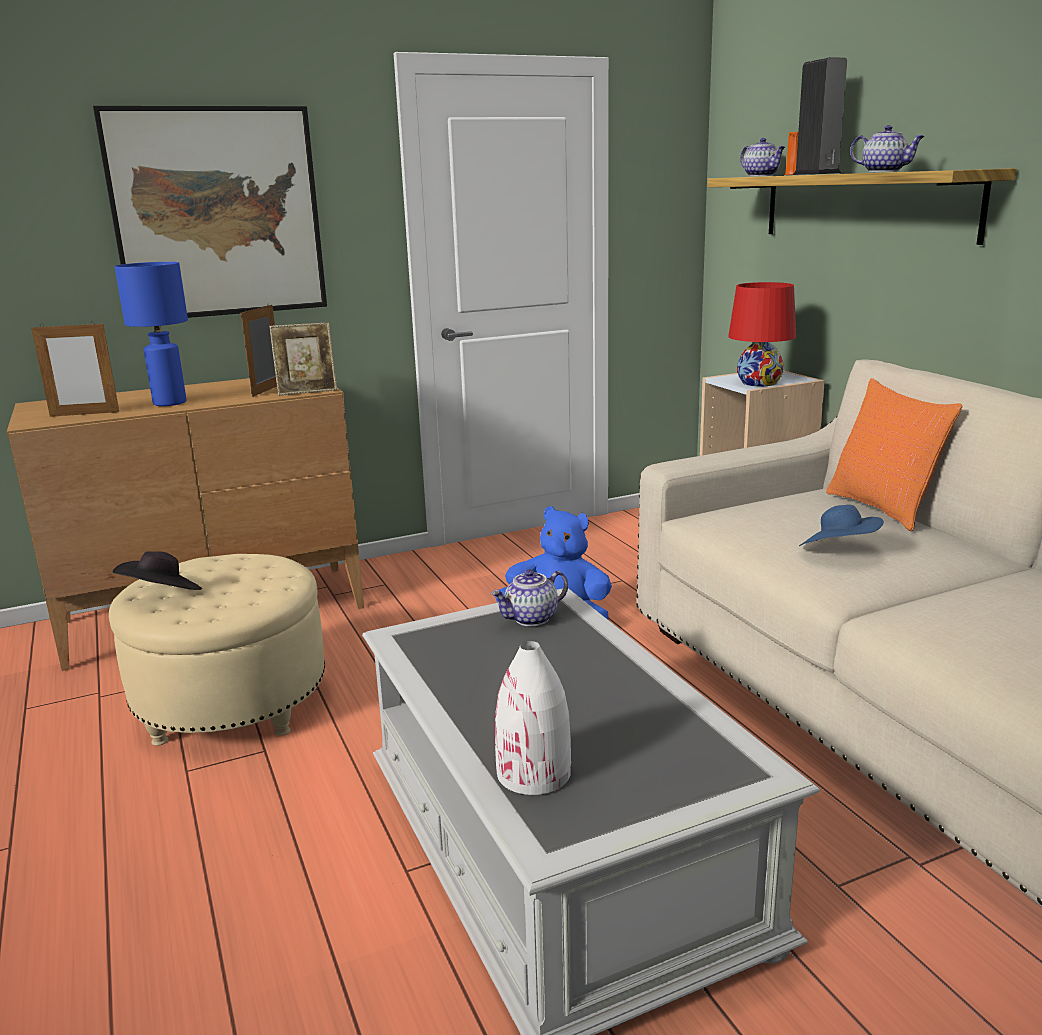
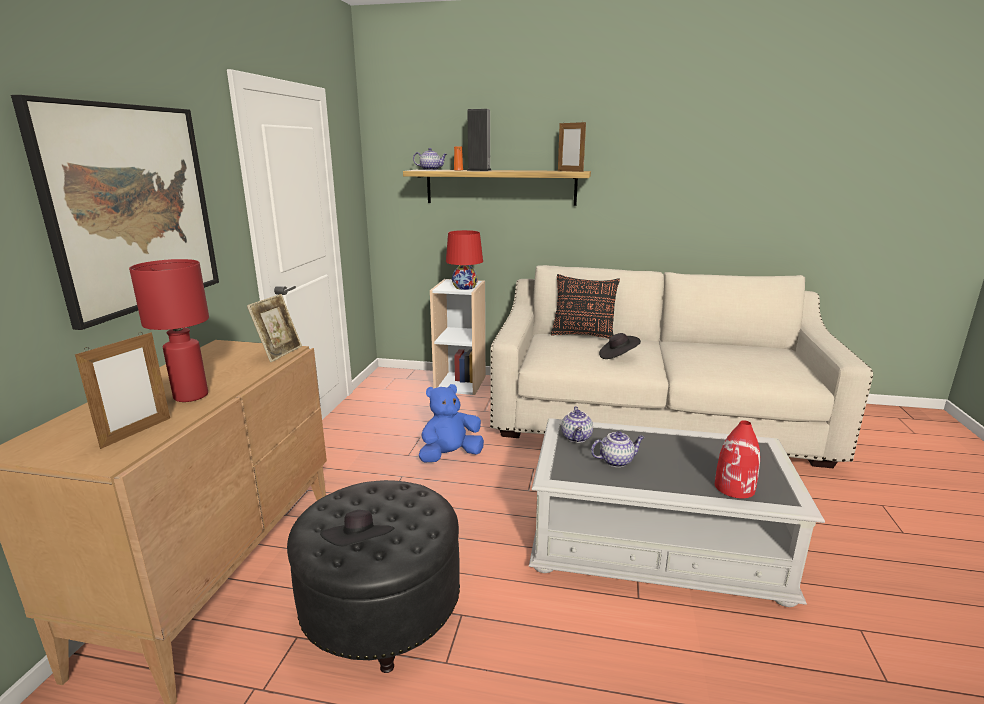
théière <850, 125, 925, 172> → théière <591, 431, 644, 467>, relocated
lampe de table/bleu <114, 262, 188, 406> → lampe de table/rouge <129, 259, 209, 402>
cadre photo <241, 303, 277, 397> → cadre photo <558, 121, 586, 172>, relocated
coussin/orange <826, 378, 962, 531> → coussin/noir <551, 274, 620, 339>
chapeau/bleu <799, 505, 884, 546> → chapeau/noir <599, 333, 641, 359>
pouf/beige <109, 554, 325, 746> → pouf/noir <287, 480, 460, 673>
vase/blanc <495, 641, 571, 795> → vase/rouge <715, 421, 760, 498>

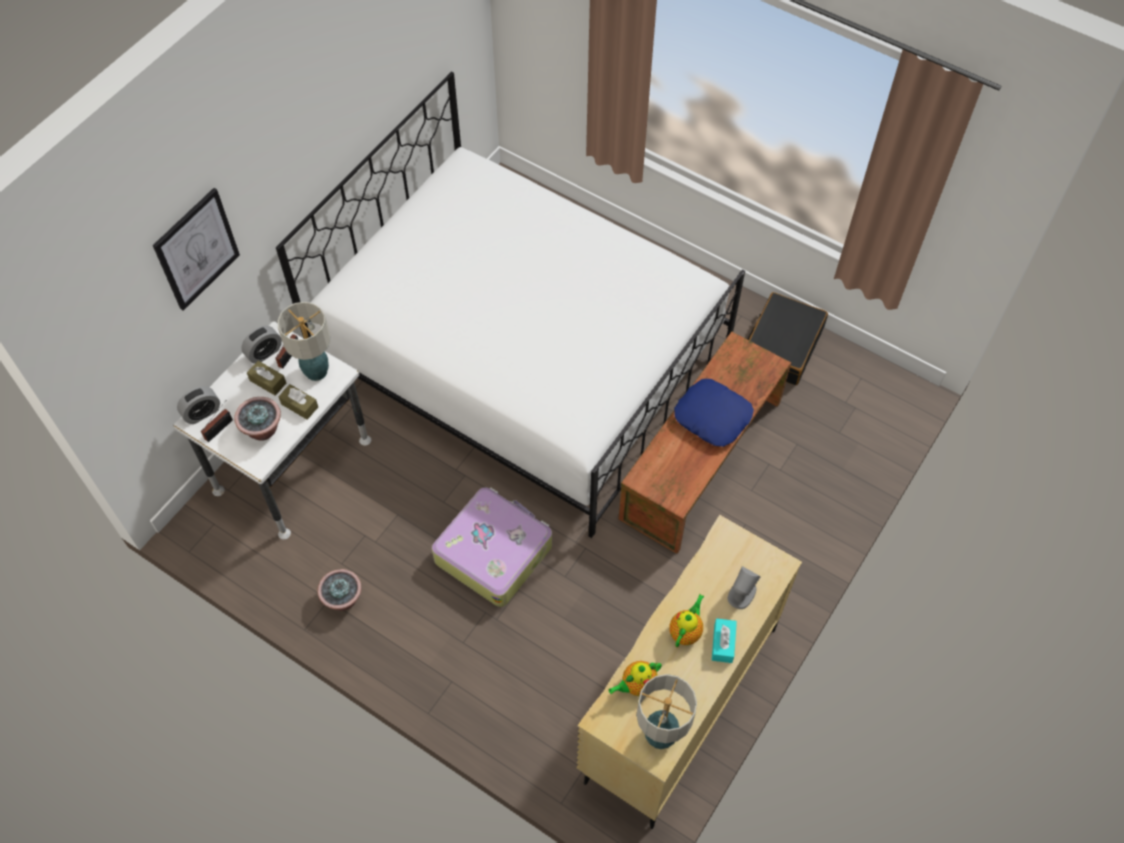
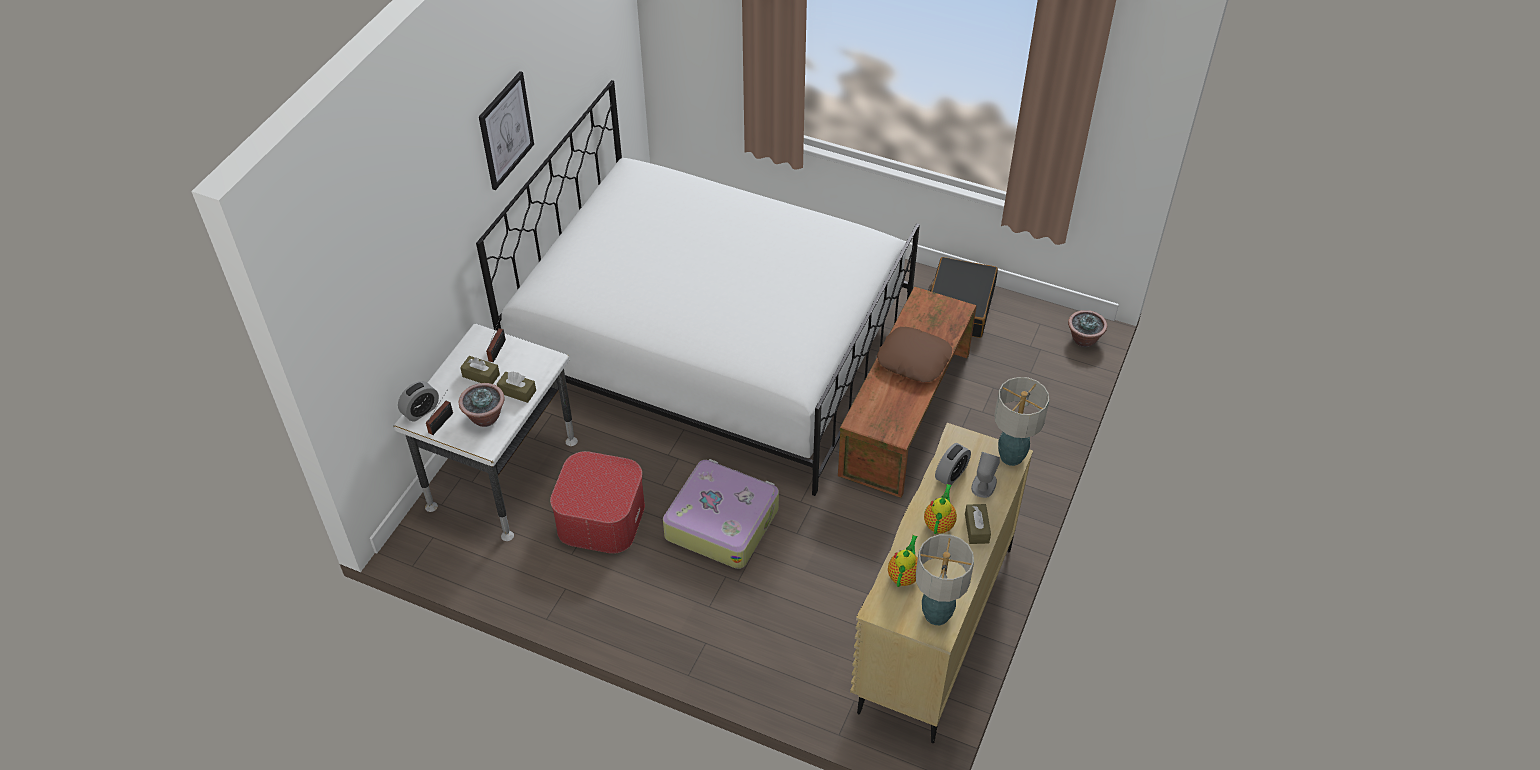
tableau <153, 188, 240, 311> → tableau <479, 71, 534, 190>, relocated
lampe de table <277, 302, 330, 381> → lampe de table <995, 377, 1049, 466>, relocated
réveil <241, 325, 282, 364> → réveil <935, 443, 971, 485>, relocated
coussin/bleu <674, 379, 754, 447> → coussin/marron <877, 327, 952, 382>
plante en pot <317, 569, 362, 611> → plante en pot <1068, 310, 1107, 347>, relocated
boîte à mouchoirs/turquoise <712, 618, 737, 663> → boîte à mouchoirs/marron <965, 504, 991, 544>
théière <609, 661, 662, 696> → théière <888, 535, 918, 587>, 150 degrees clockwise
- → pouf <550, 451, 645, 554>

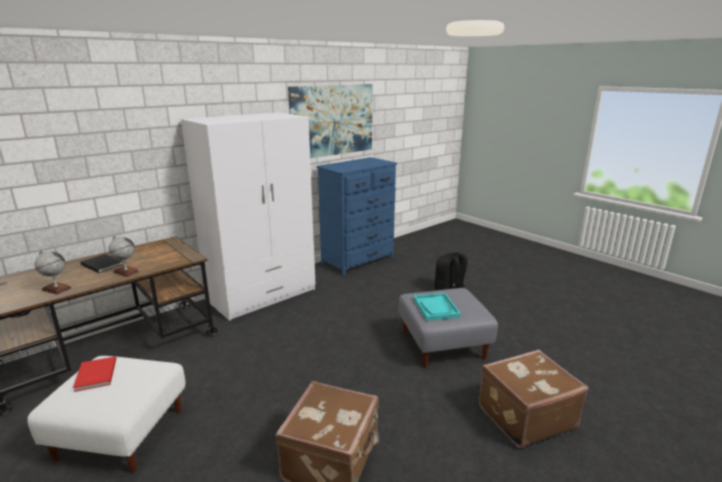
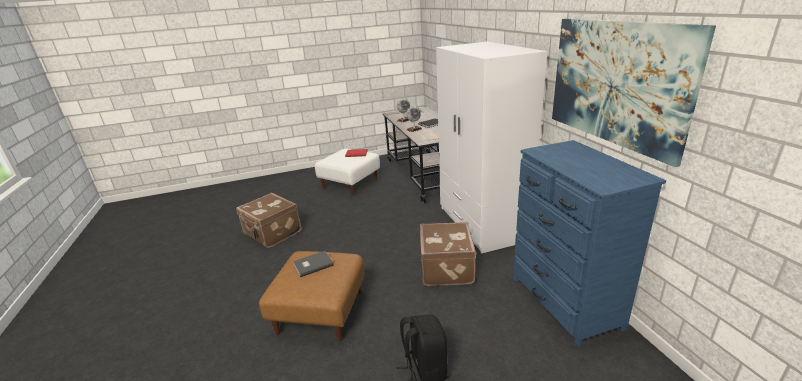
pouf/gris <399, 288, 498, 368> → pouf/marron <259, 251, 364, 341>
plateau/turquoise <413, 293, 461, 321> → livre/gris <293, 251, 334, 277>
valise/marron <479, 349, 588, 449> → valise/marron <420, 222, 477, 286>, relocated

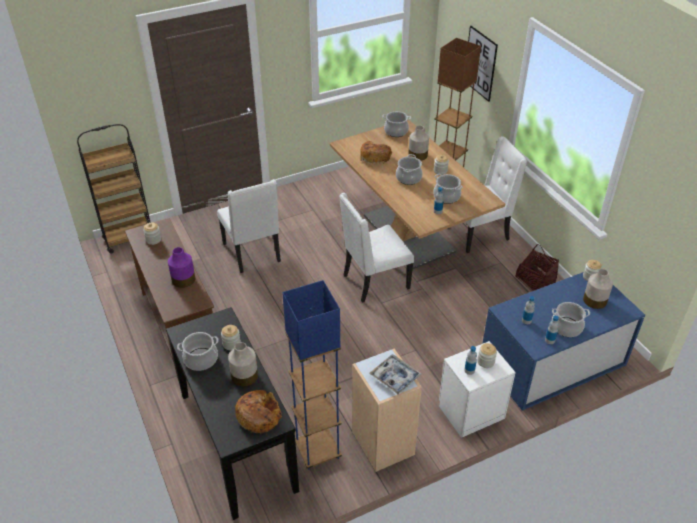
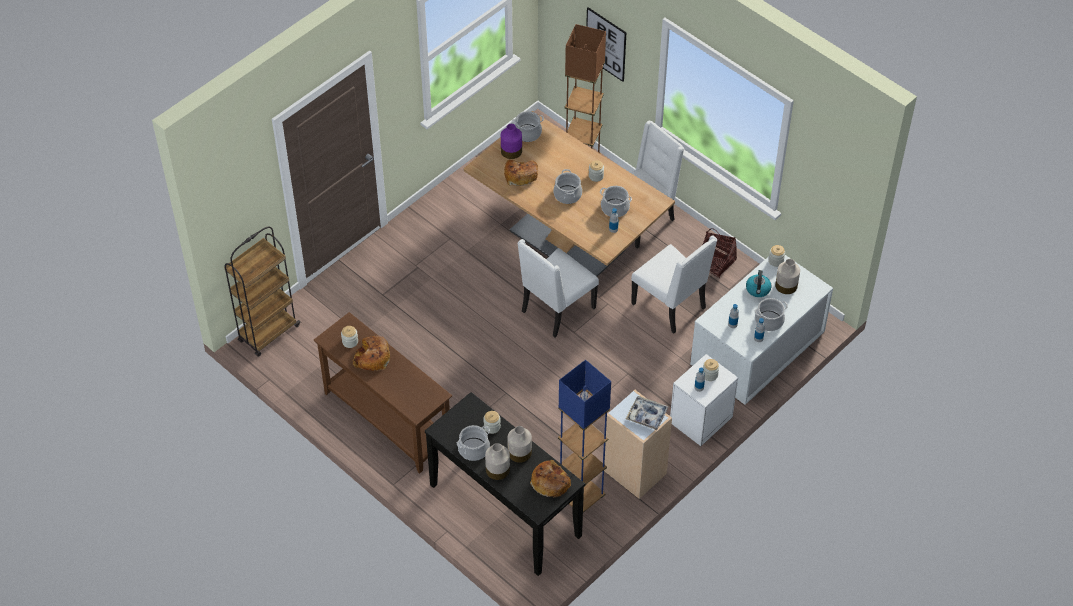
vase/beige <408, 125, 429, 161> → vase/beige <485, 443, 510, 480>, relocated
chaise/blanc <217, 179, 281, 273> → chaise/blanc <631, 236, 717, 334>, relocated
vase/violet <168, 247, 195, 288> → vase/violet <501, 124, 522, 159>, relocated
meuble de rangement/bleu <482, 272, 645, 411> → meuble de rangement/blanc <690, 255, 833, 405>
- → bouilloire <746, 270, 771, 297>
- → pain <353, 336, 390, 371>

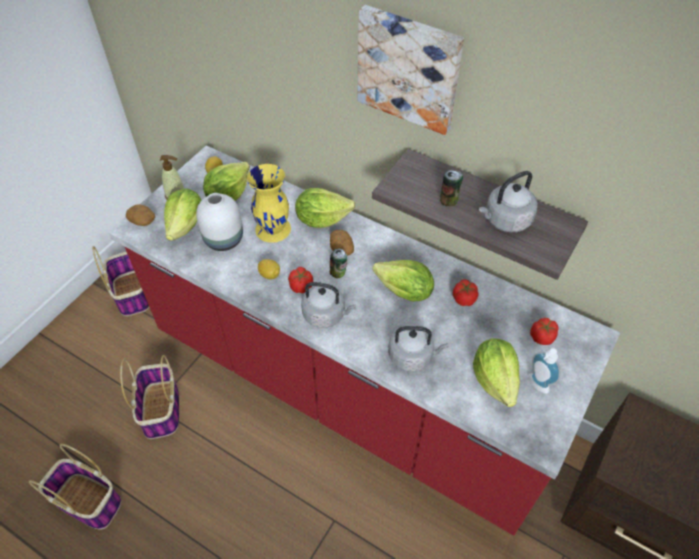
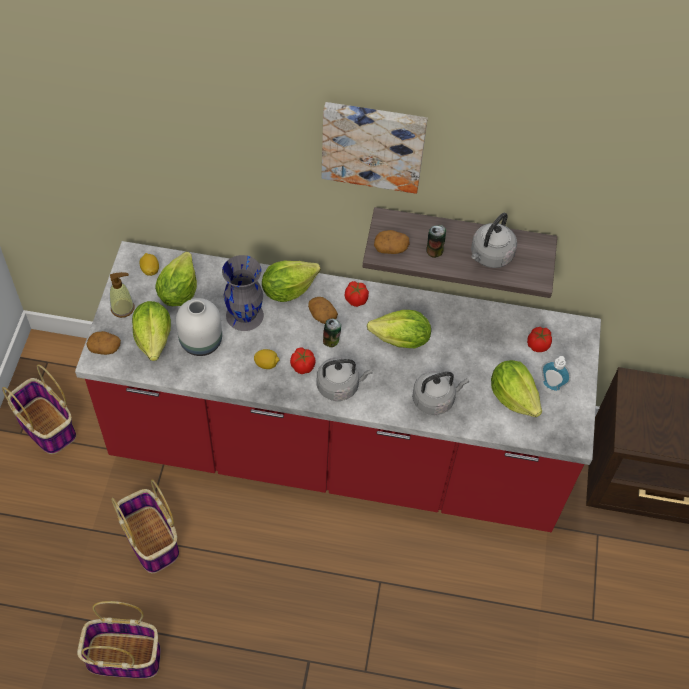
vase/jaune <247, 164, 291, 243> → vase/gris <222, 255, 264, 331>
tomate <453, 279, 478, 306> → tomate <345, 281, 369, 307>, relocated
- → pomme de terre <374, 230, 409, 254>

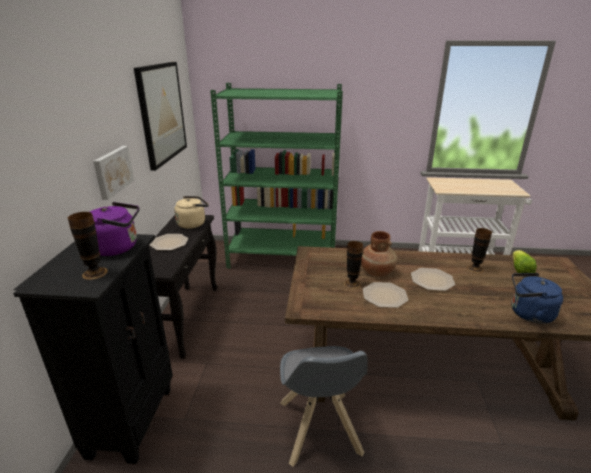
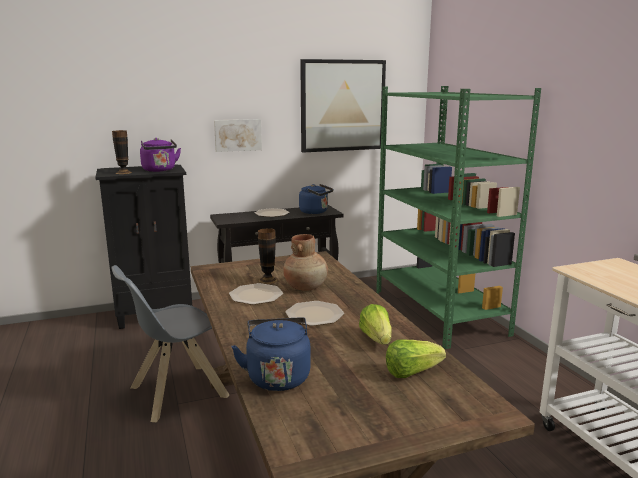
bouilloire/beige <174, 196, 209, 229> → bouilloire/bleu <299, 184, 333, 214>
vase <467, 228, 492, 273> → laitue <359, 304, 392, 345>

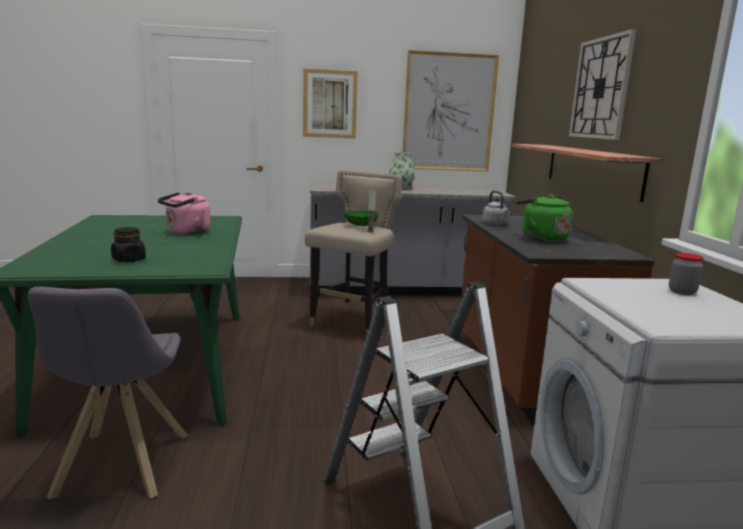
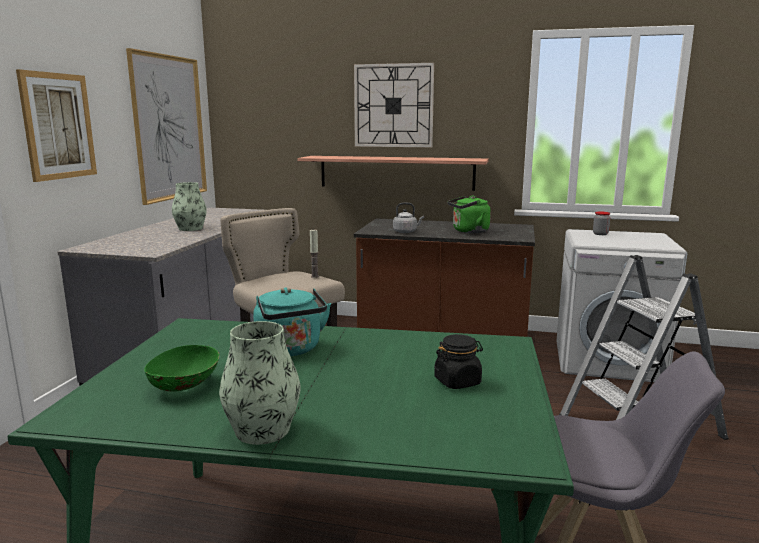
bouilloire/rose <158, 192, 211, 235> → bouilloire/turquoise <253, 287, 331, 356>
bol/vert <344, 210, 379, 226> → bol/vert <144, 345, 219, 392>, relocated
- → vase <219, 321, 300, 445>

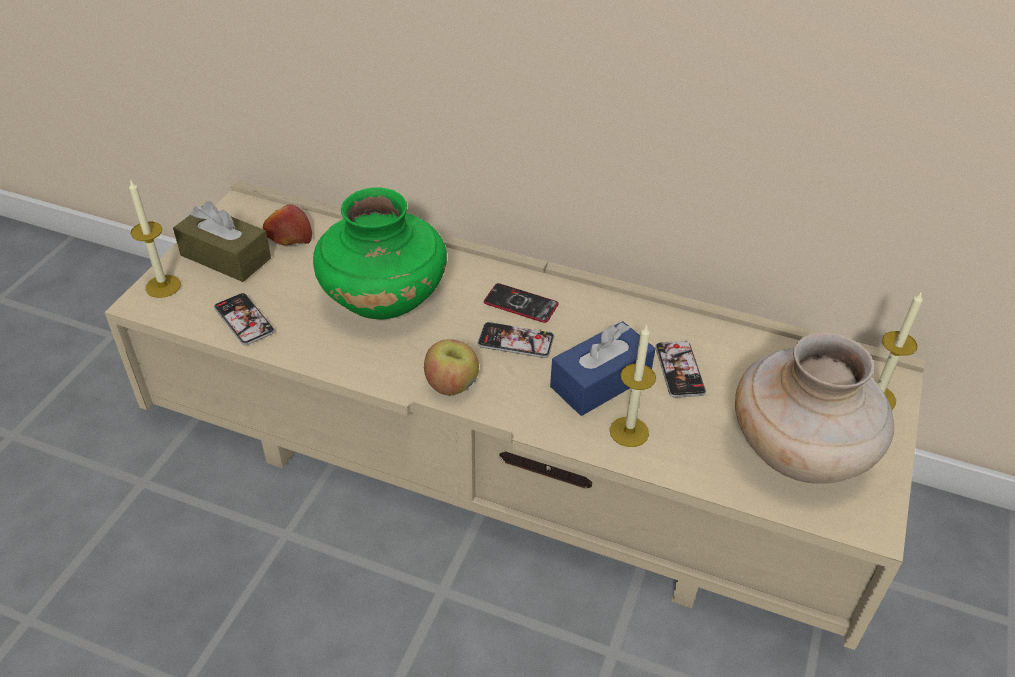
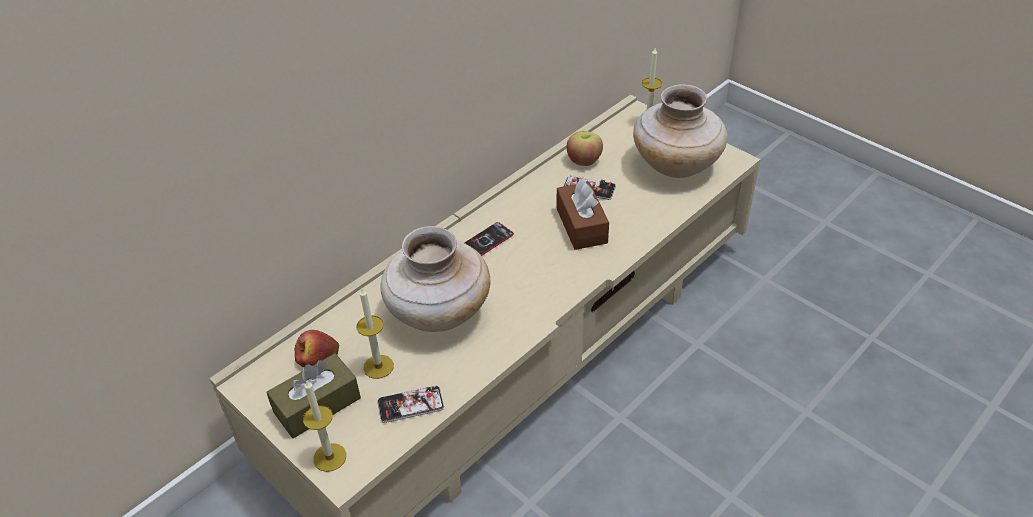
vase/vert <313, 187, 447, 319> → vase/beige <381, 226, 491, 332>
boîte à mouchoirs/bleu <550, 321, 655, 416> → boîte à mouchoirs/marron <557, 179, 609, 250>
téléphone <478, 322, 554, 358> → -
bougie <610, 324, 656, 447> → bougie <356, 288, 394, 379>, relocated
pomme <424, 339, 479, 396> → pomme <567, 131, 603, 166>, relocated

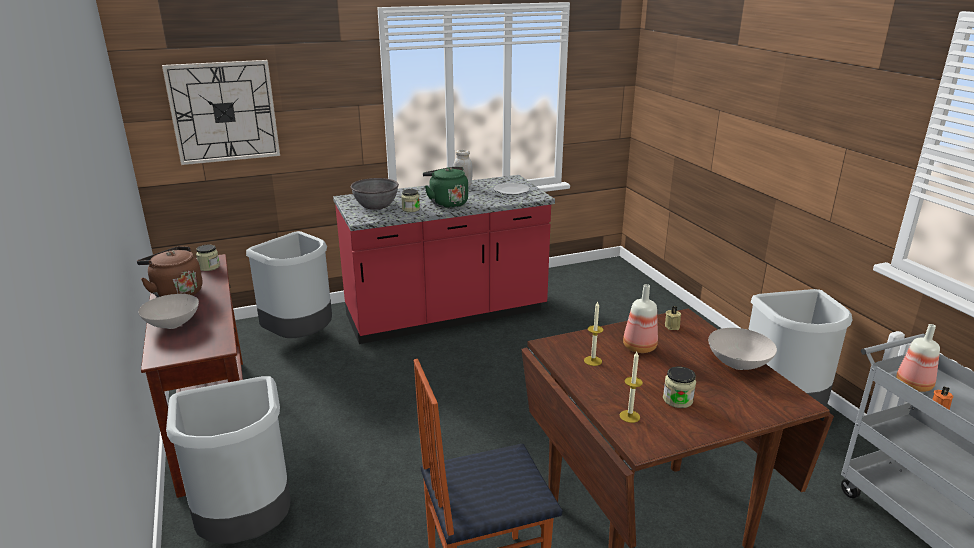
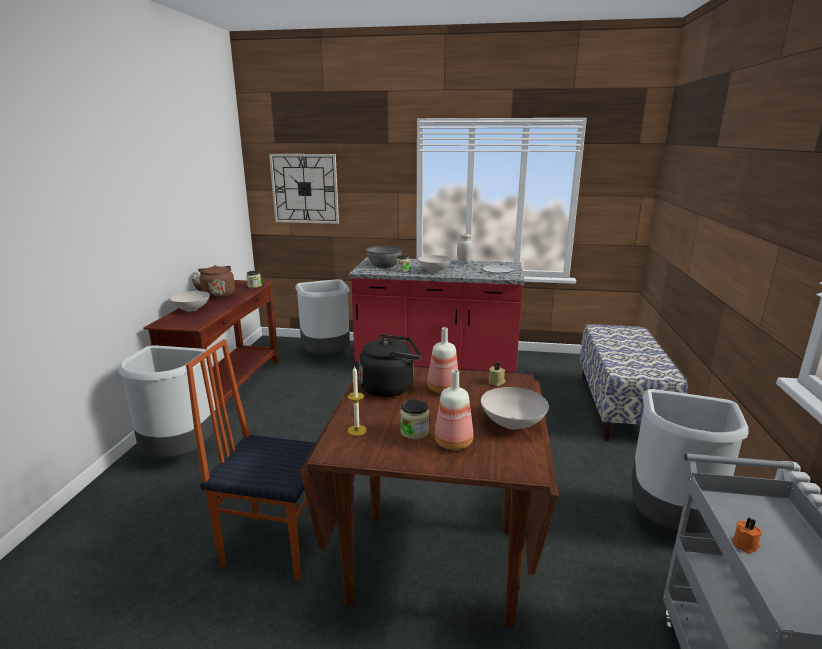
bouilloire/vert <423, 167, 468, 208> → bol/blanc <418, 255, 451, 272>
bougie <584, 302, 603, 366> → bouilloire/noir <359, 334, 422, 397>
bouteille <896, 324, 940, 392> → bouteille <435, 370, 473, 450>, relocated
- → banc <579, 324, 687, 441>

